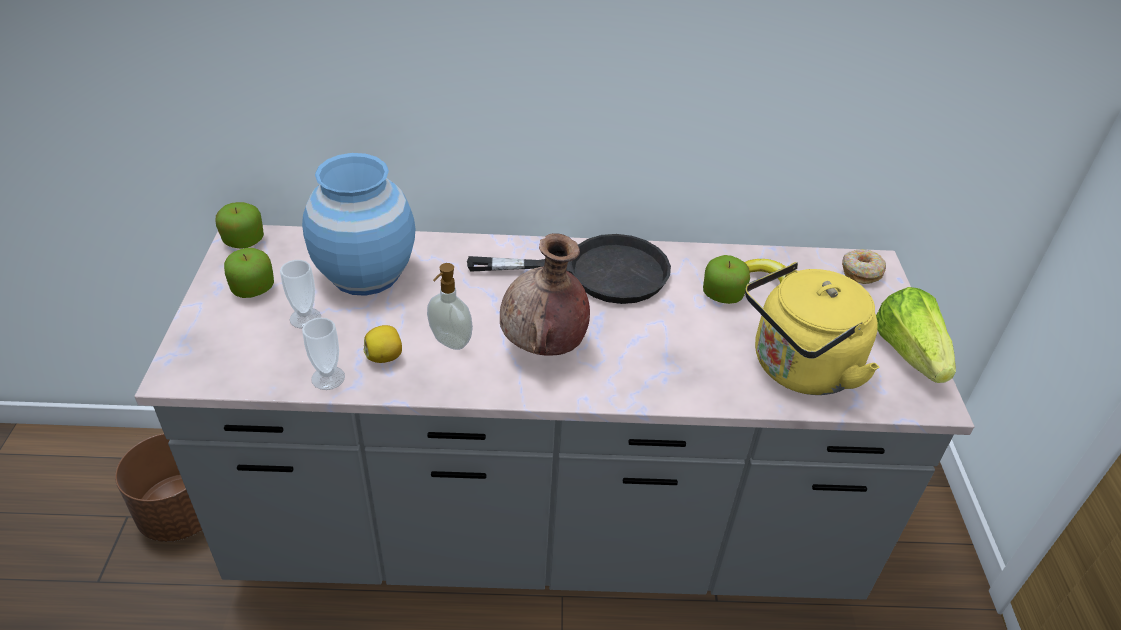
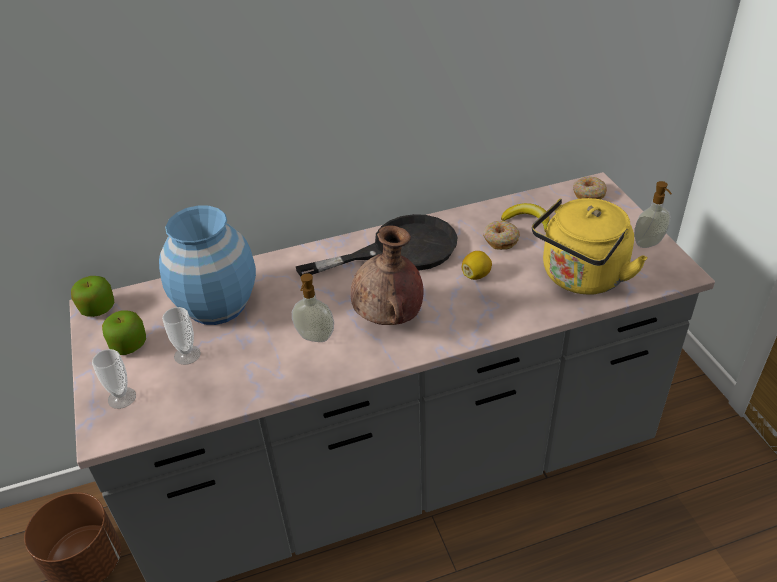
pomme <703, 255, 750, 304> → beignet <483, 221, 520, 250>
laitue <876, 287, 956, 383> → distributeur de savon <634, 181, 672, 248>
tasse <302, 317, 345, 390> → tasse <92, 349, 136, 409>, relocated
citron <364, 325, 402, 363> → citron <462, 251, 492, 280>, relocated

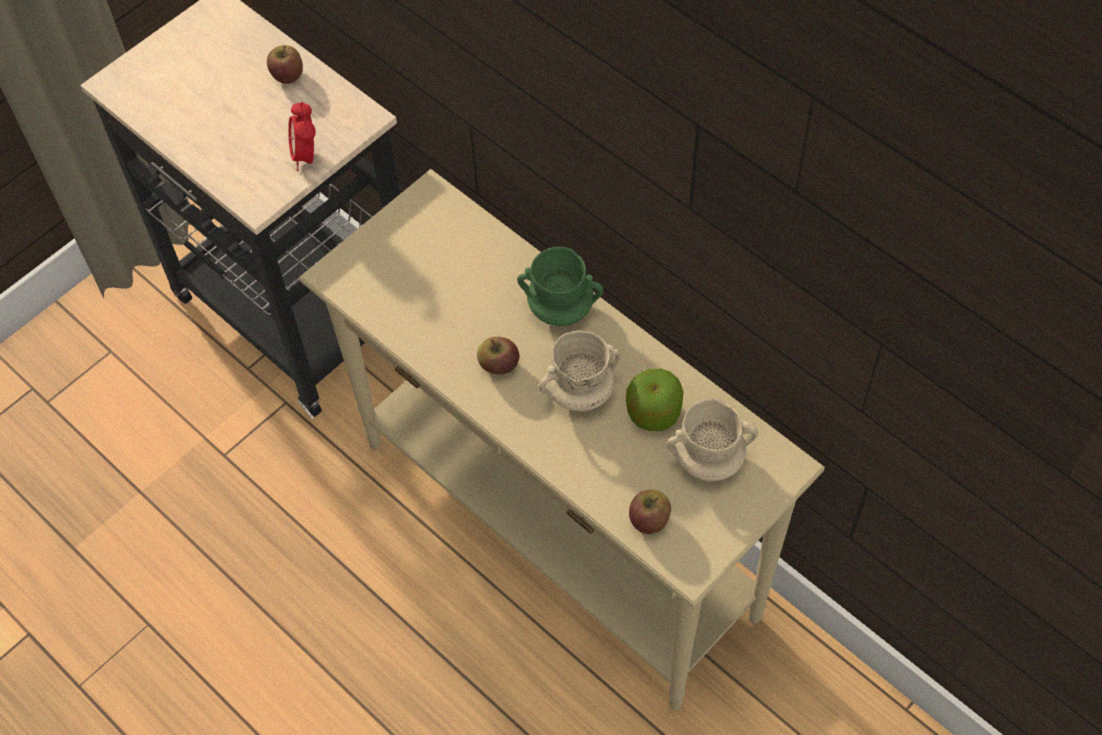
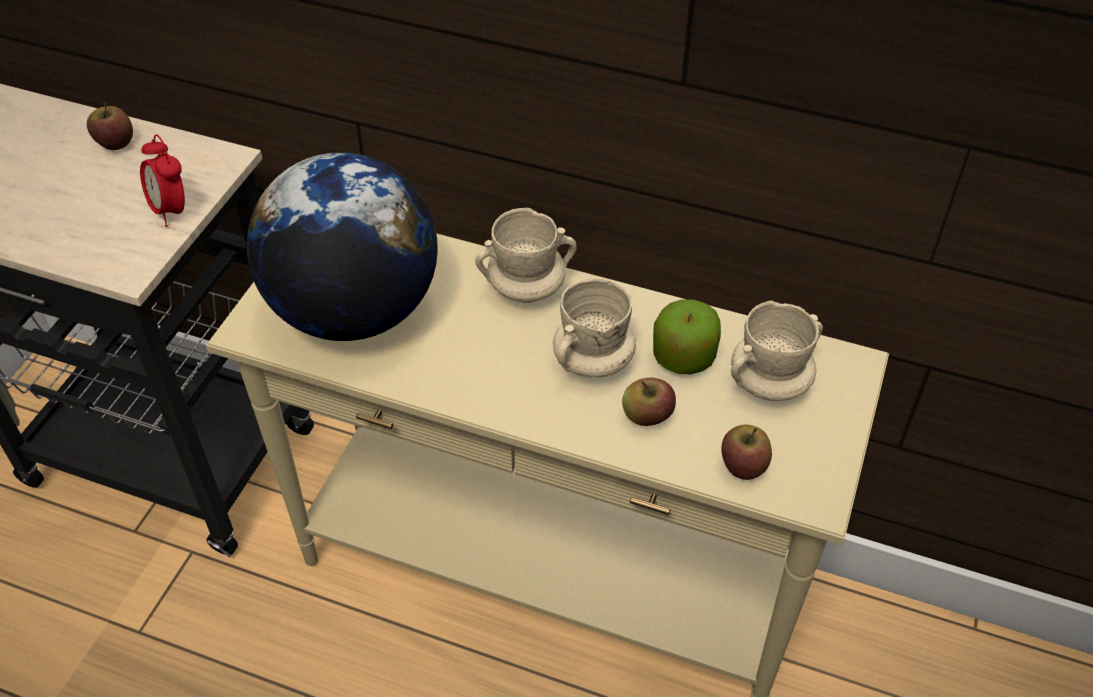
mug/vert <517, 247, 603, 326> → mug/beige <475, 208, 577, 303>
pomme <477, 337, 519, 374> → pomme <622, 378, 676, 426>, relocated
- → globe <247, 152, 438, 341>

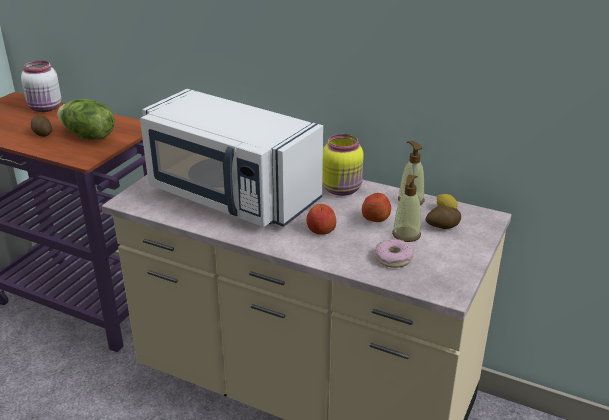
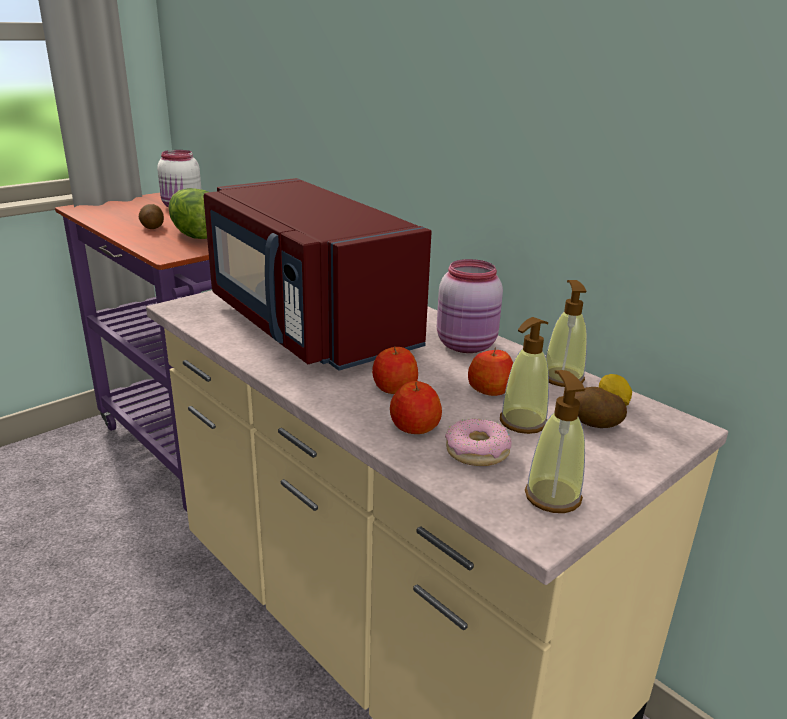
micro-ondes/blanc <140, 89, 323, 227> → micro-ondes/rouge <204, 178, 432, 370>
bocal/jaune <322, 134, 364, 196> → bocal/rose <437, 259, 503, 353>
- → distributeur de savon <525, 370, 585, 513>
- → pomme <390, 381, 442, 434>

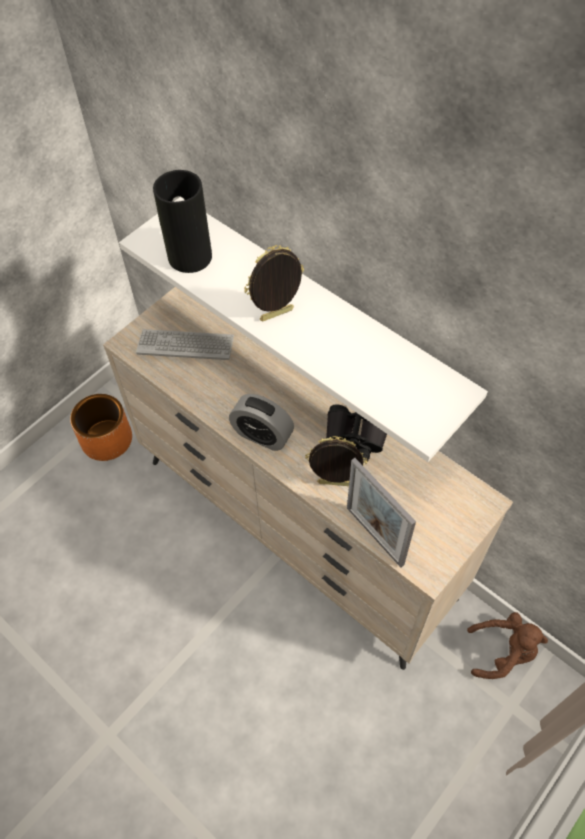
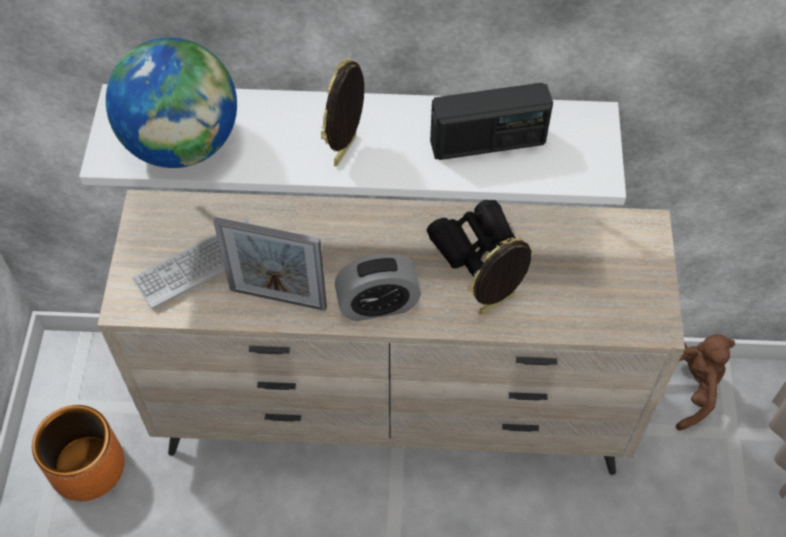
vase <153, 170, 212, 273> → globe <106, 37, 237, 168>
cadre photo <347, 458, 416, 567> → cadre photo <214, 217, 327, 311>, relocated
- → radio <430, 83, 553, 160>

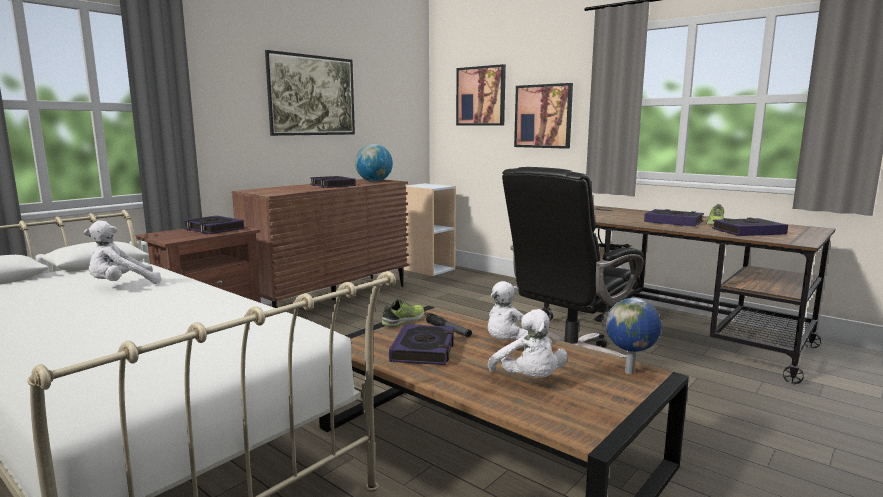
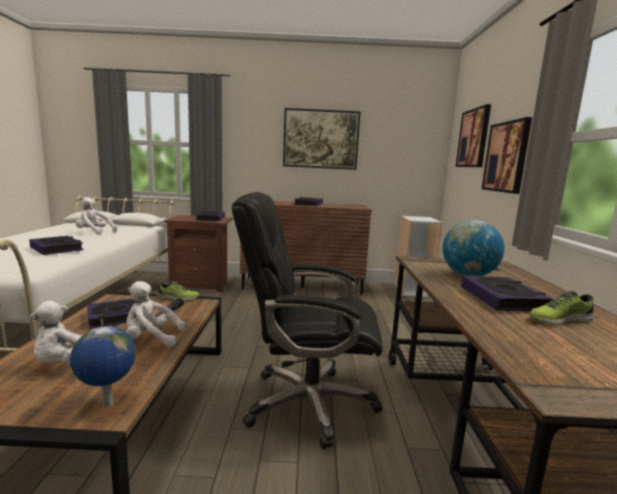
globe <355, 144, 393, 182> → globe <443, 220, 505, 276>, relocated
livre <712, 218, 788, 236> → livre <29, 236, 84, 255>, relocated

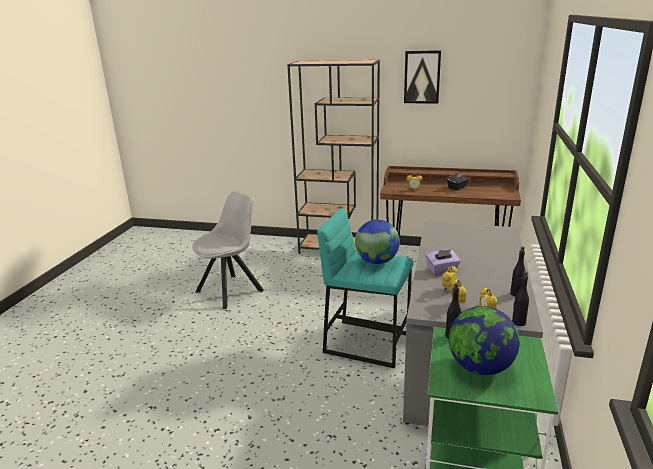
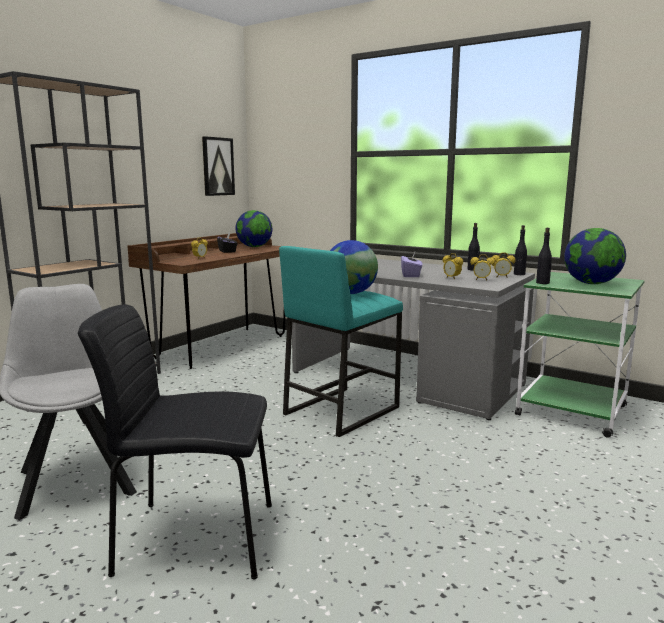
tableau <404, 50, 441, 104> → tableau <202, 136, 235, 196>, relocated
- → globe <236, 210, 272, 247>
- → chaise/noir <78, 305, 272, 579>

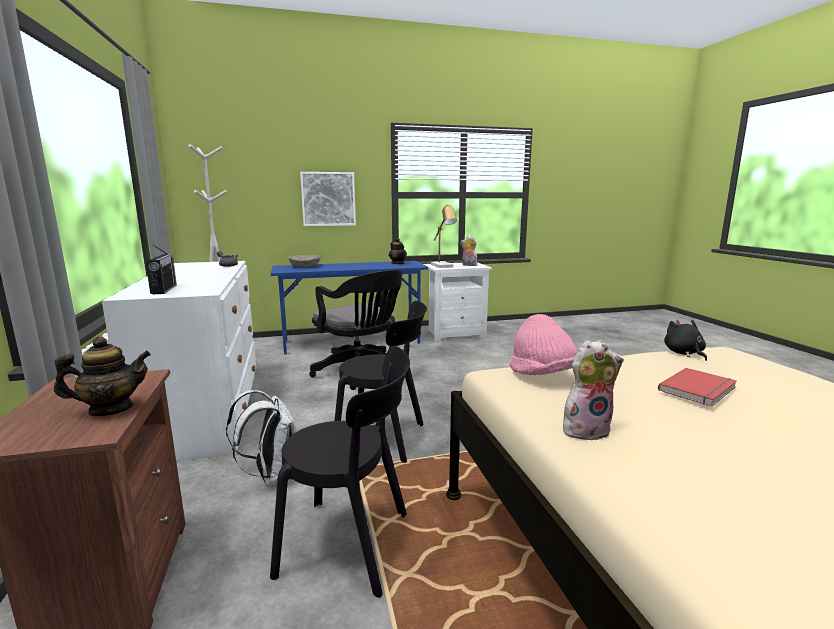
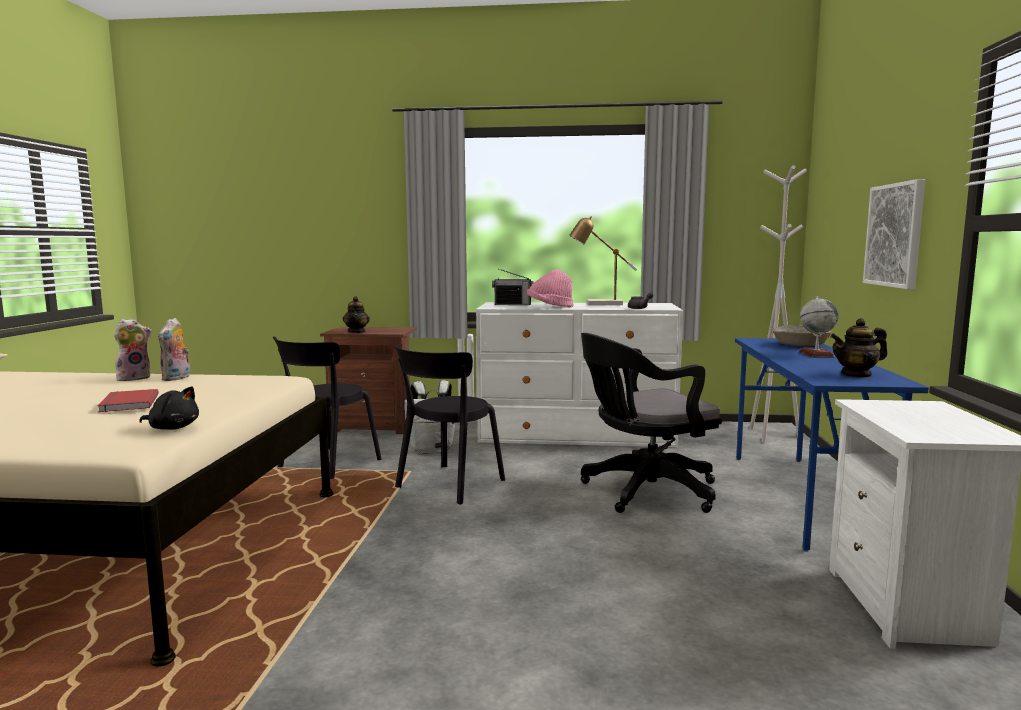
lampe de table <431, 204, 457, 268> → lampe de table <569, 216, 637, 305>, relocated
peluche <460, 235, 477, 266> → peluche <114, 318, 152, 382>, relocated
chapeau/rose <510, 314, 577, 375> → chapeau/rose <527, 270, 574, 307>, relocated
- → globe <799, 296, 839, 358>

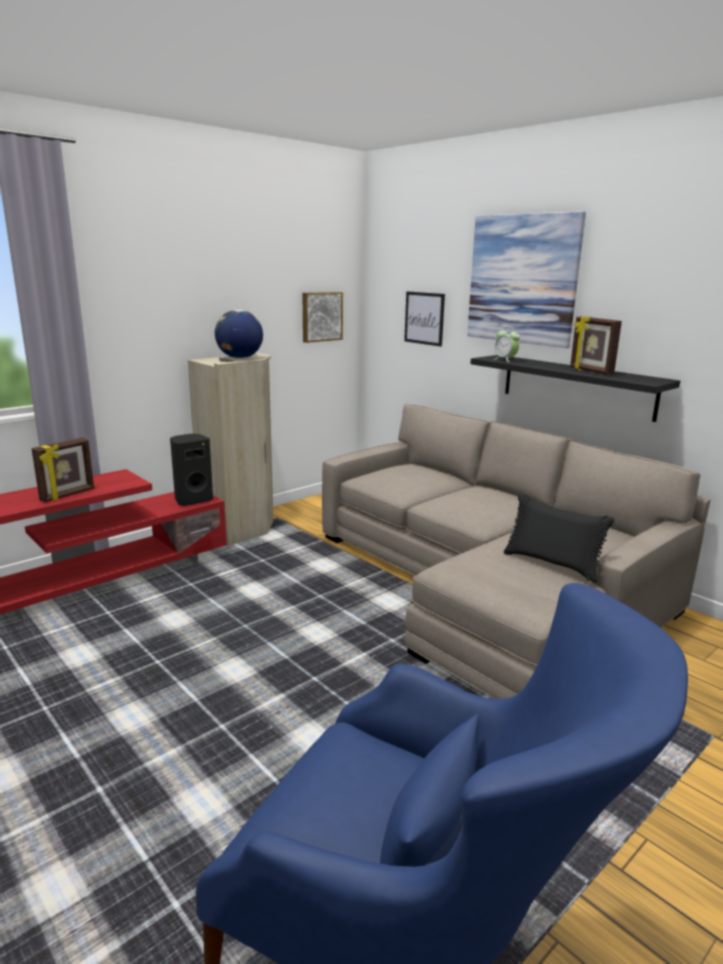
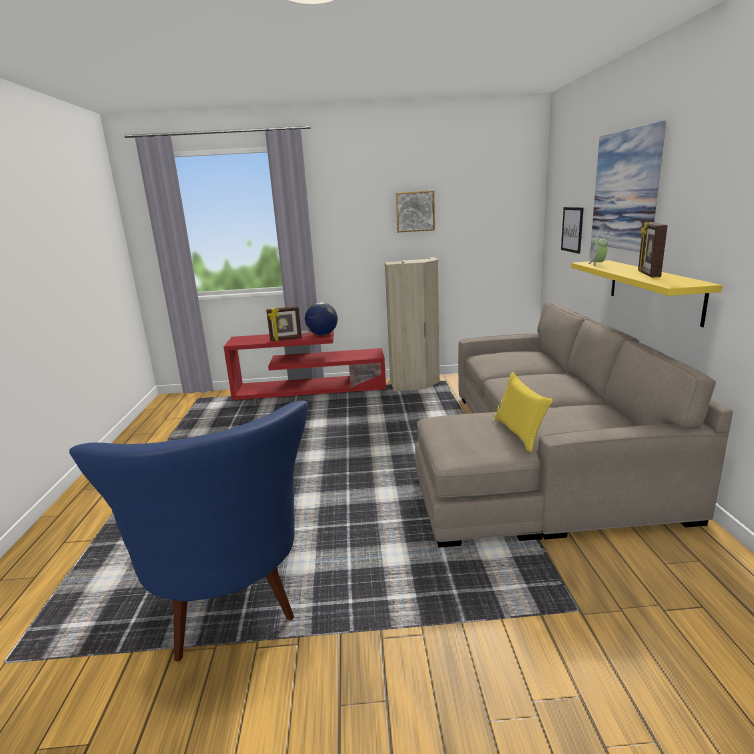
tableau <302, 292, 343, 343> → tableau <396, 191, 435, 232>, relocated
globe <215, 310, 263, 359> → globe <305, 302, 338, 335>, relocated
étagère/noir <470, 355, 680, 422> → étagère/jaune <571, 260, 723, 327>
enceinte/noir <170, 434, 213, 506> → -
coussin/noir <504, 494, 614, 582> → coussin/jaune <493, 372, 553, 452>

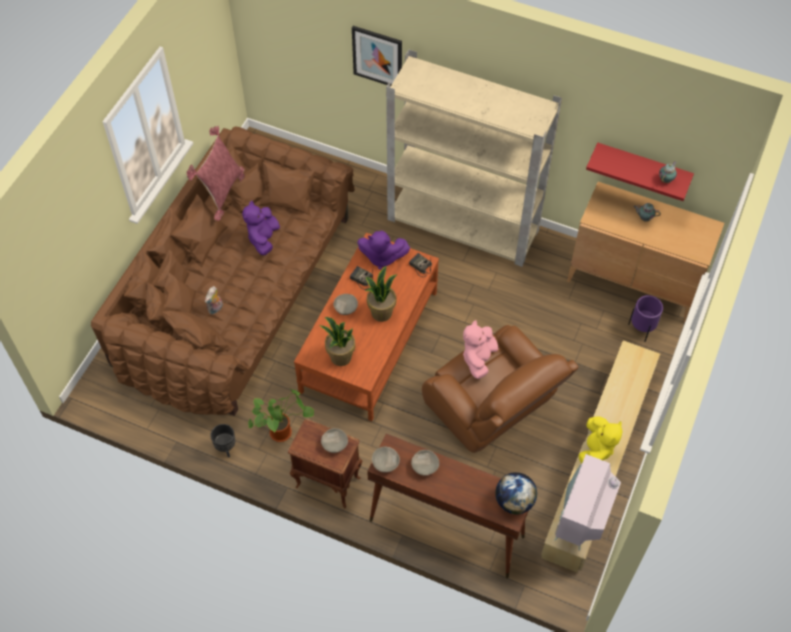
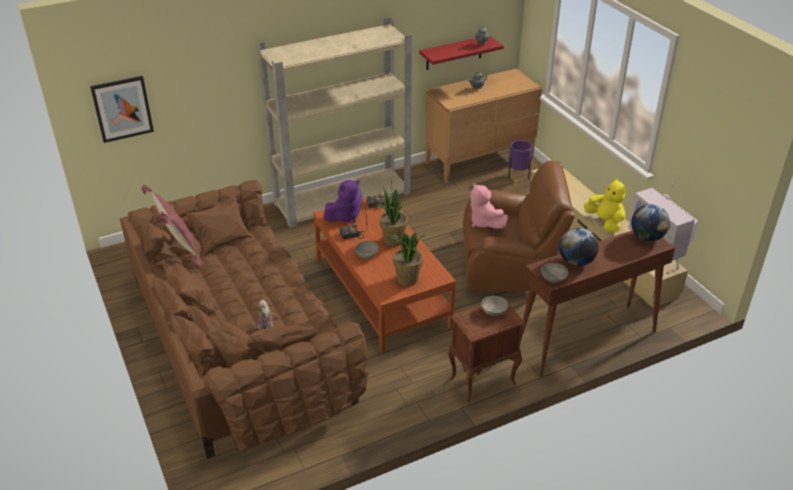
tableau <352, 26, 402, 86> → tableau <90, 76, 154, 143>, relocated
peluche/violet <242, 201, 280, 255> → -
plante en pot <248, 389, 314, 442> → -
cache-pot/noir <210, 424, 235, 457> → -
bol/gris <411, 450, 439, 476> → globe <559, 228, 599, 266>

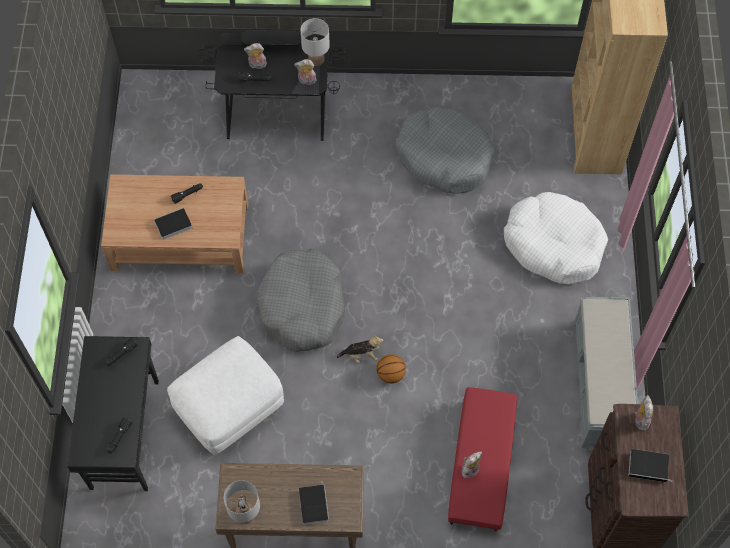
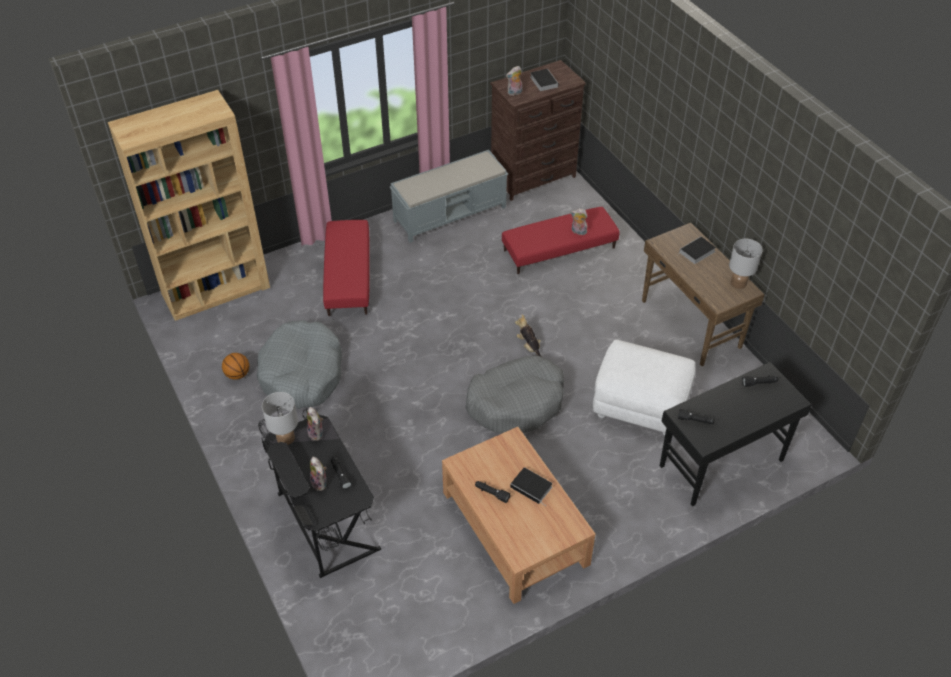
panier pour chien/blanc <504, 192, 608, 284> → pouf/rouge <323, 220, 370, 316>
ballon de basket <377, 354, 406, 384> → ballon de basket <222, 353, 249, 380>, relocated

